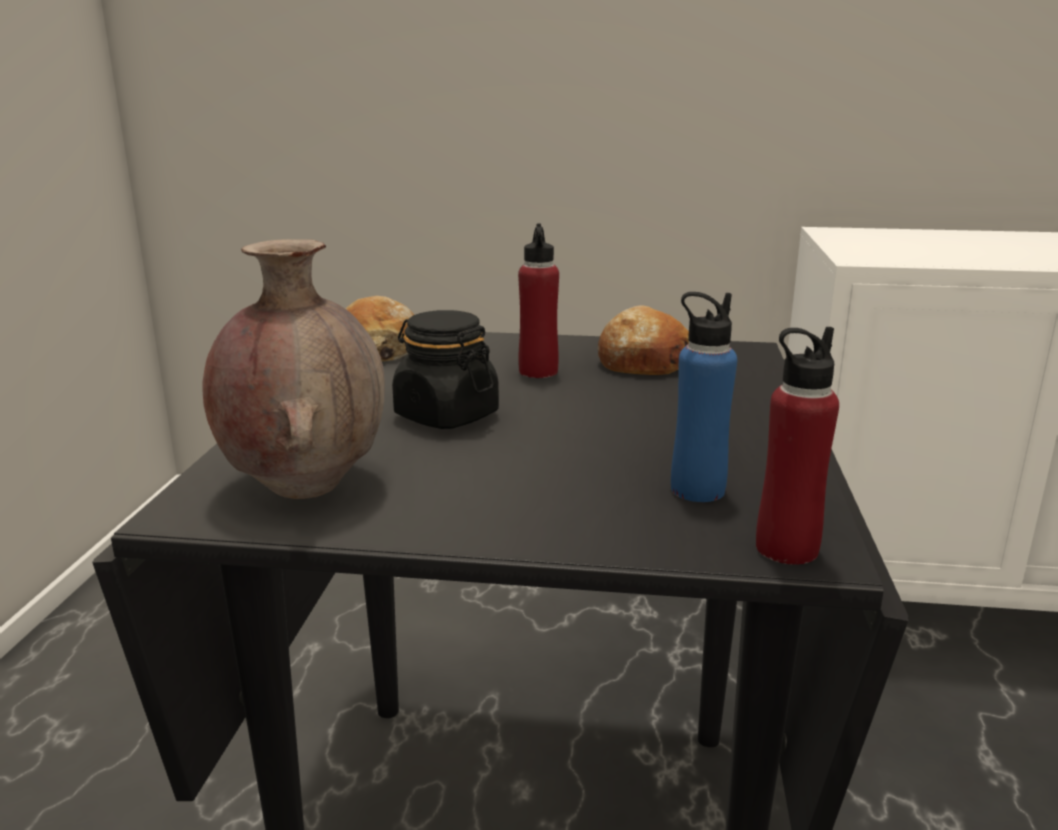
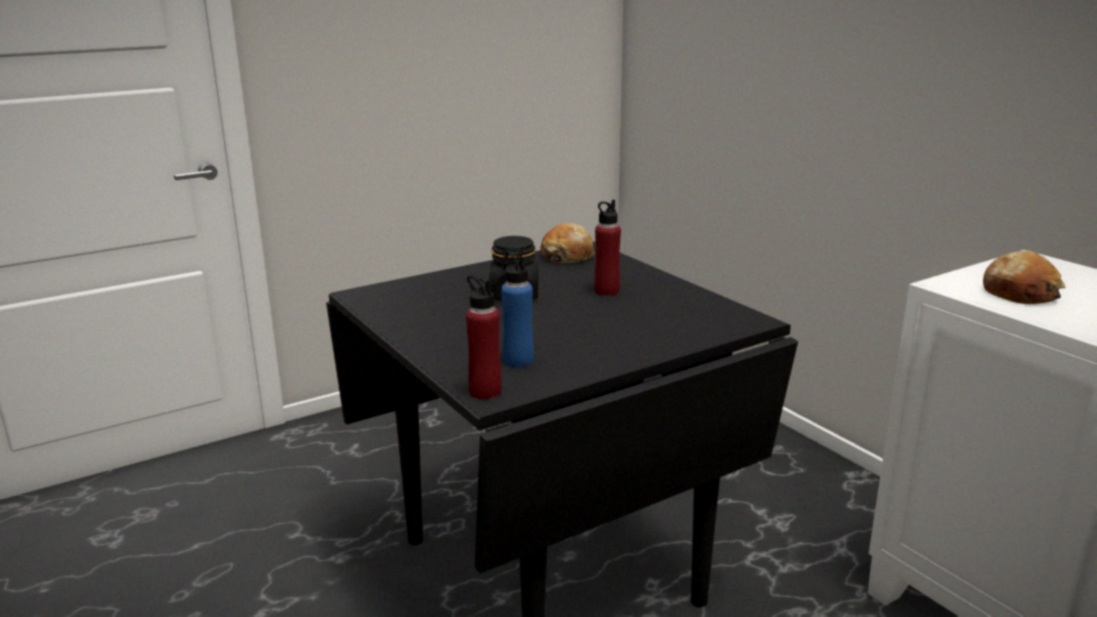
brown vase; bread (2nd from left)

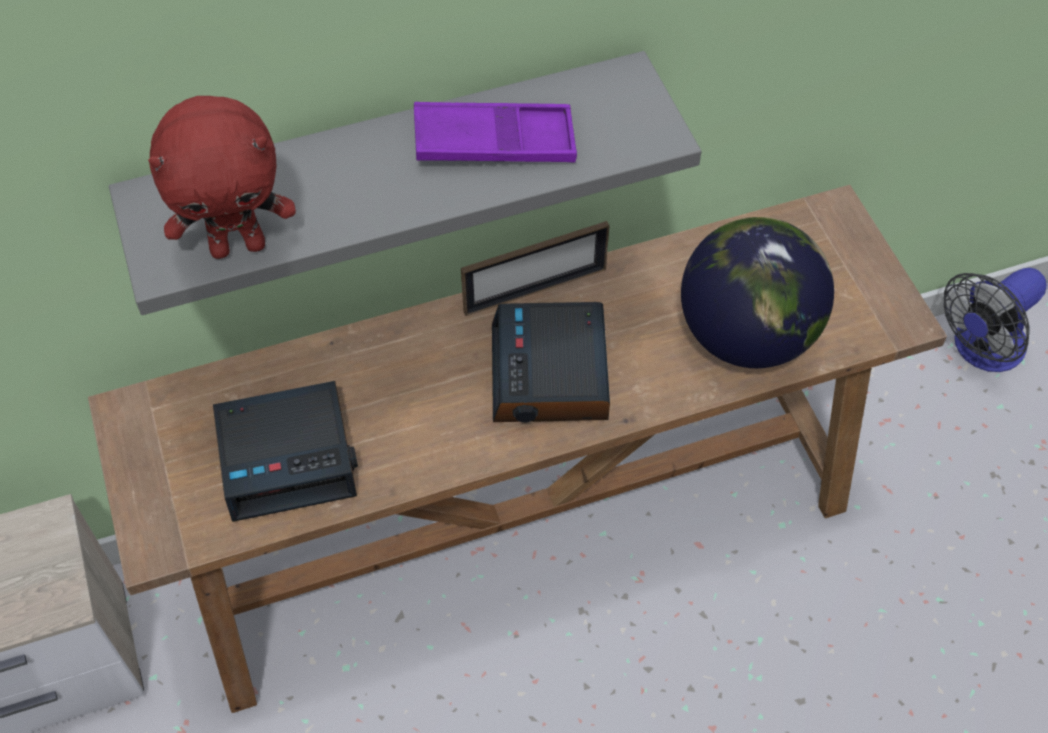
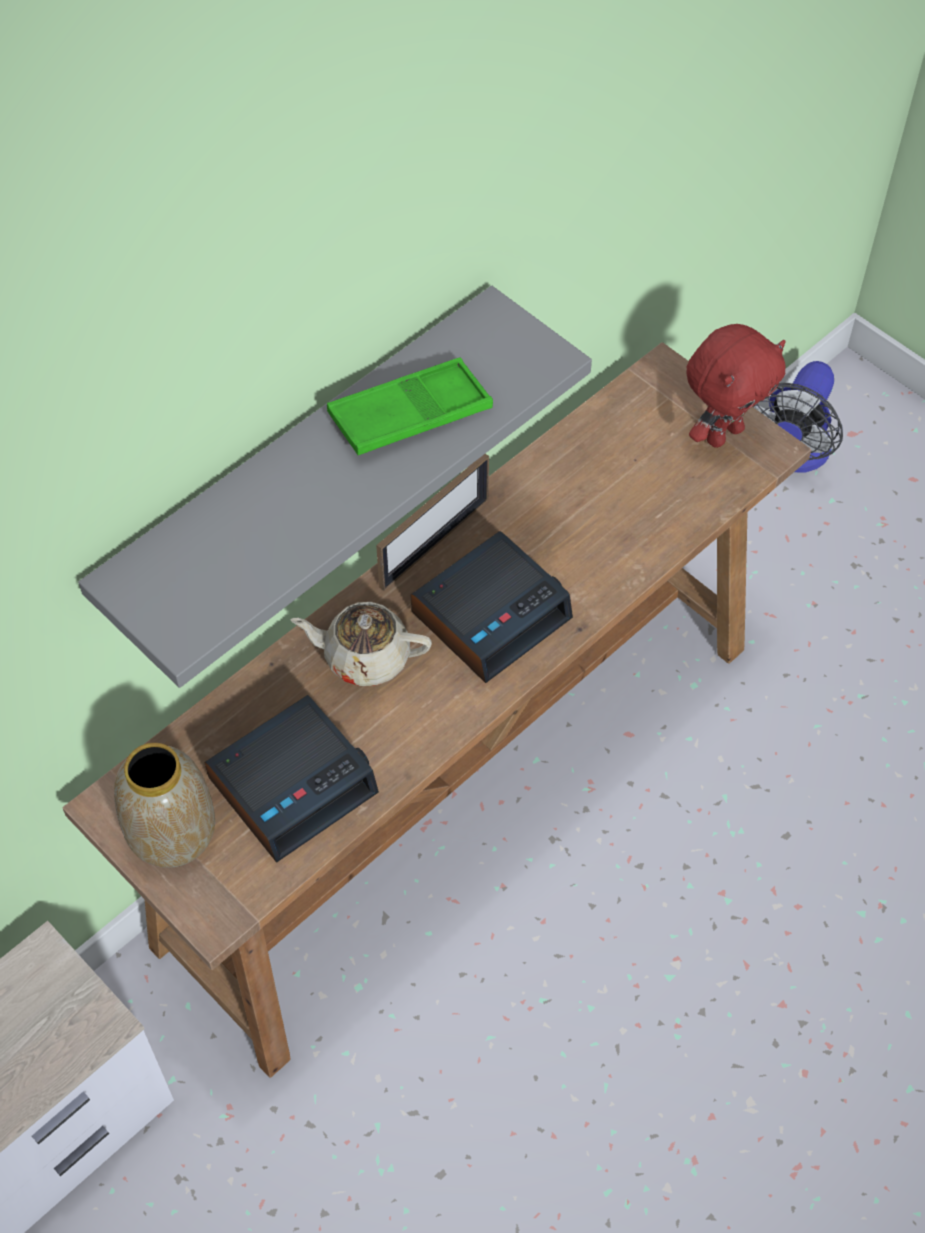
red plush toy; green tray; globe; alarm clock (2nd from left); beige teapot; vase

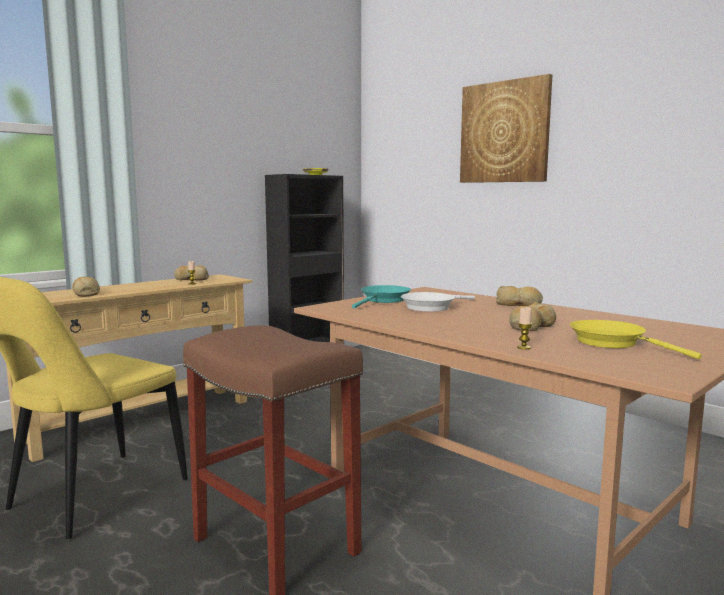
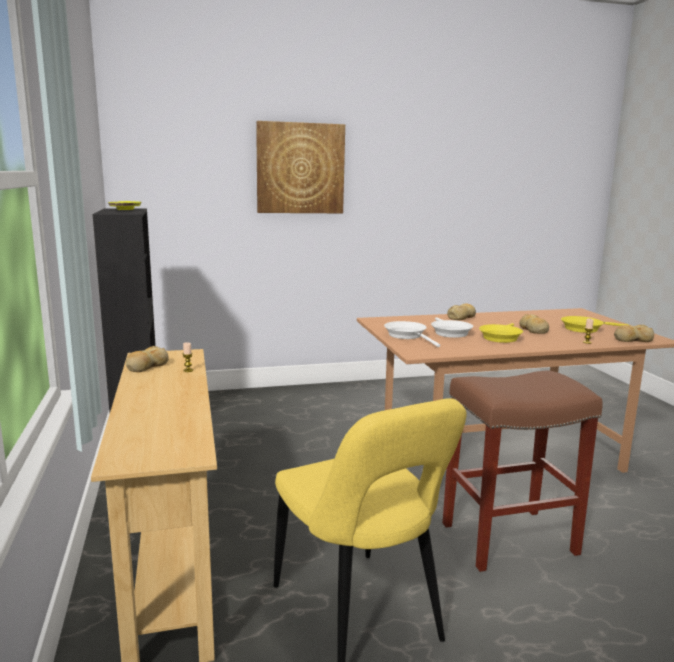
bread (4th from left); white frying pan (1st from left); yellow frying pan (1st from left)

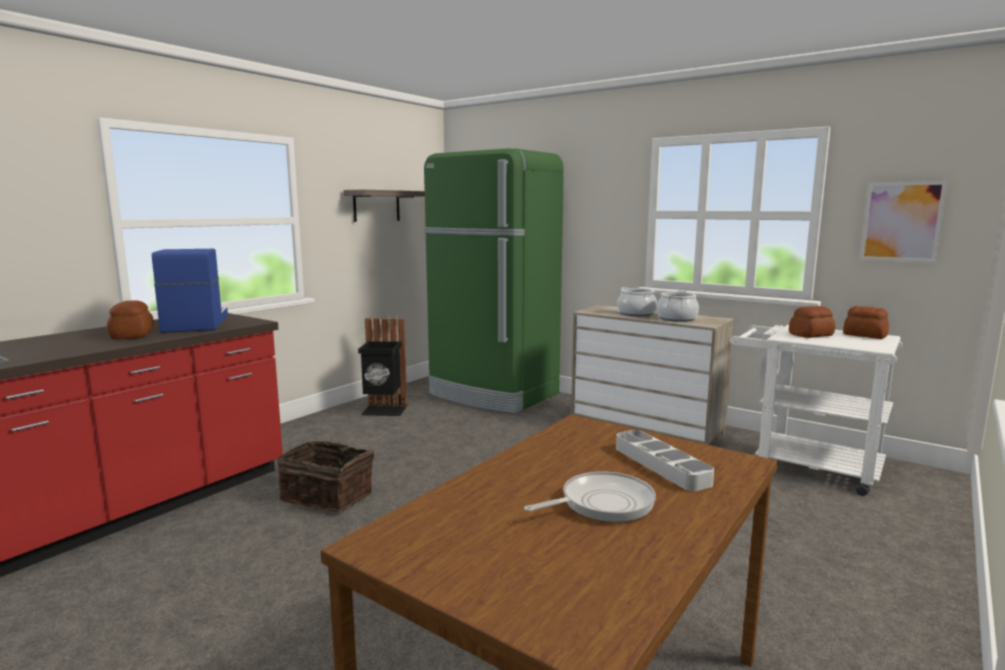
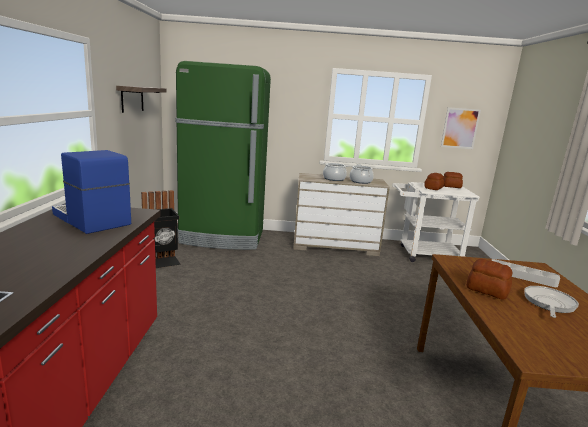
bread (3rd from left); basket

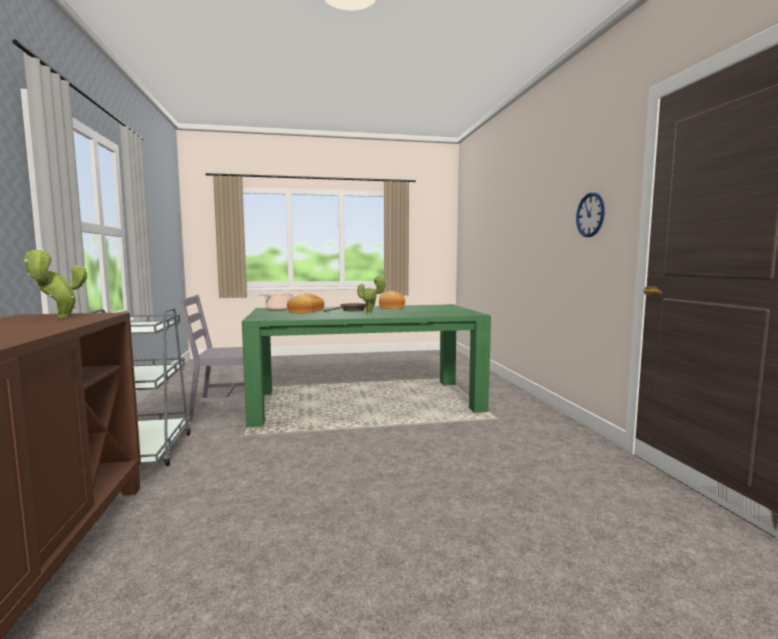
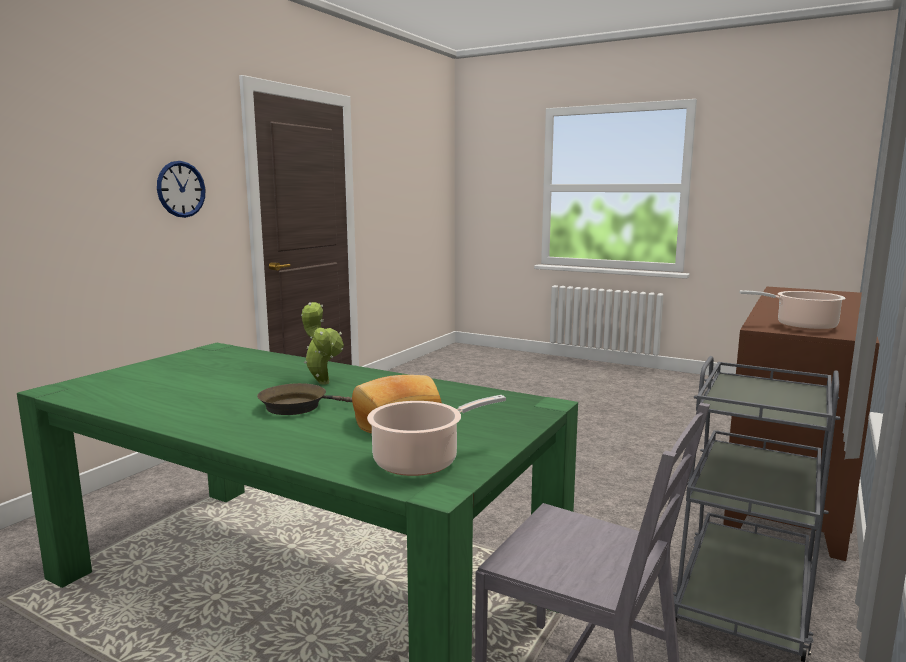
cooking pot (2nd from left); bread (2nd from left in the first image)

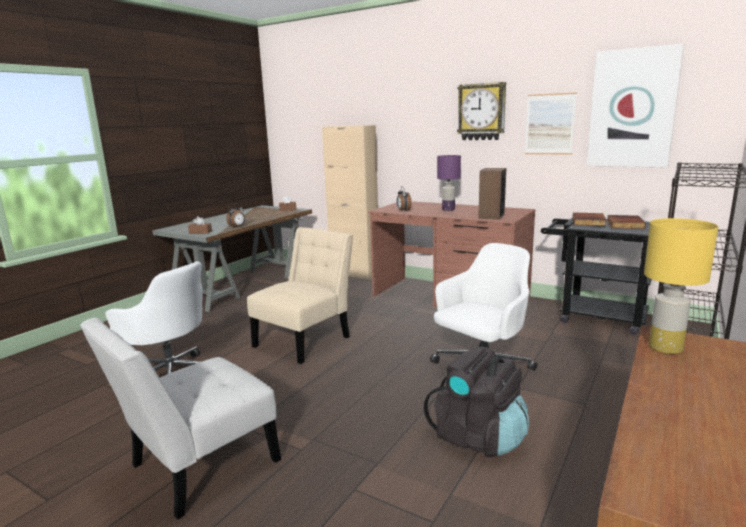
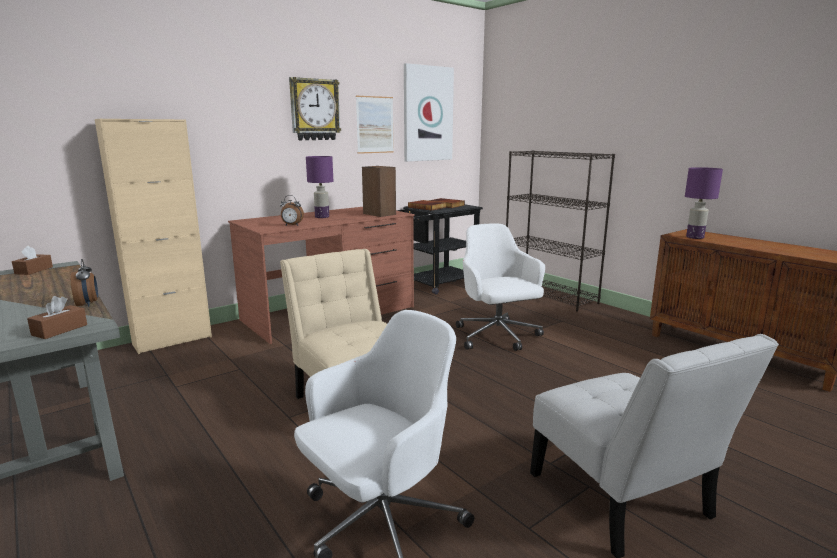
purple table lamp (2nd from left); black backpack

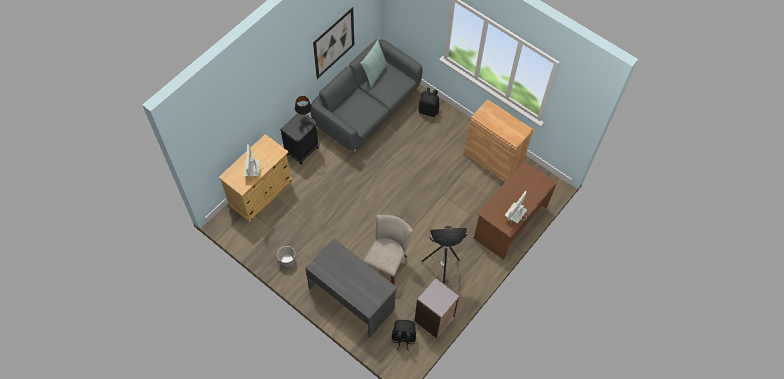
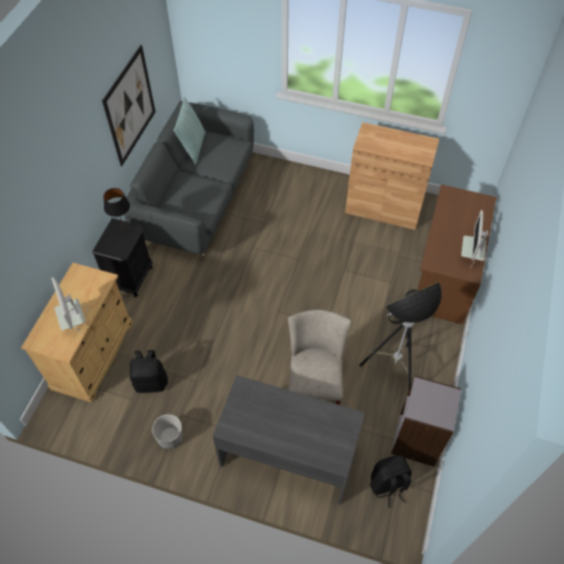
black backpack (1st from left)

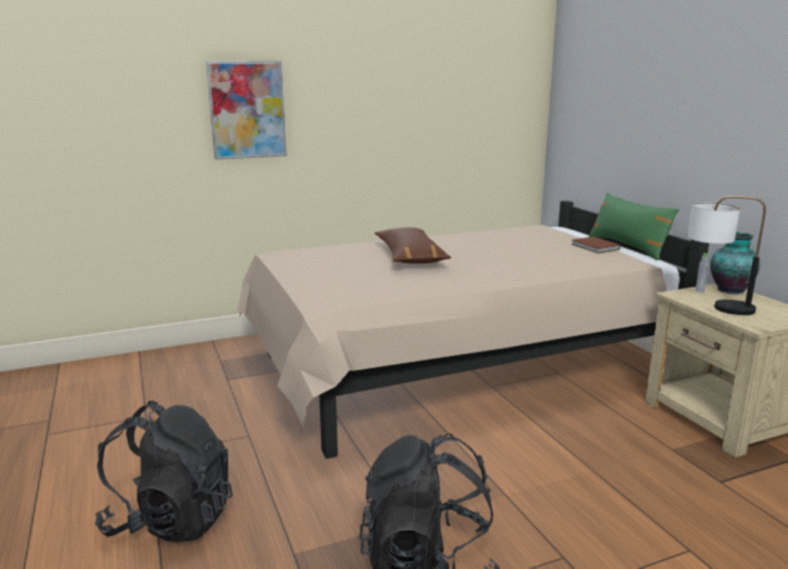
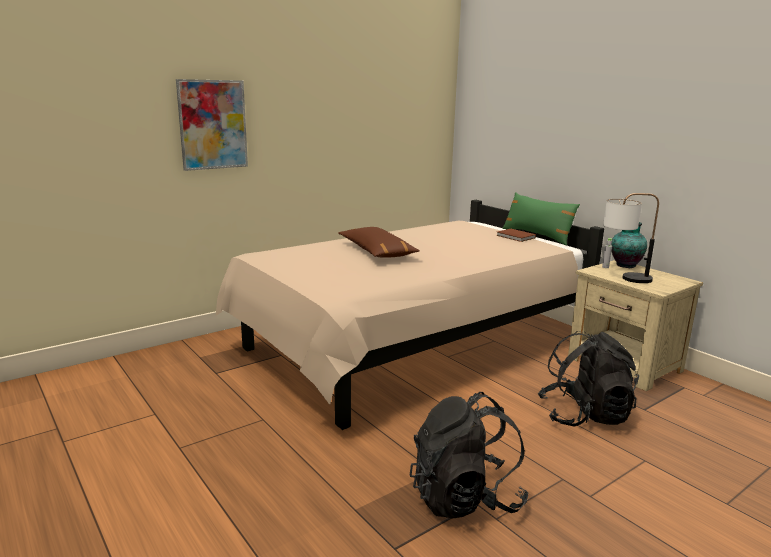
black backpack (2nd from left)

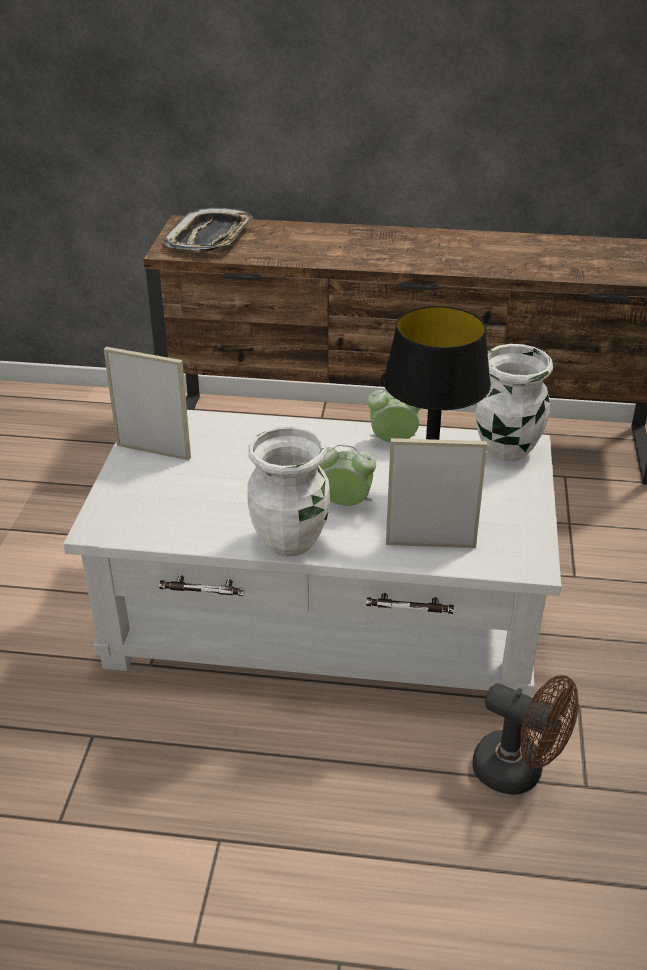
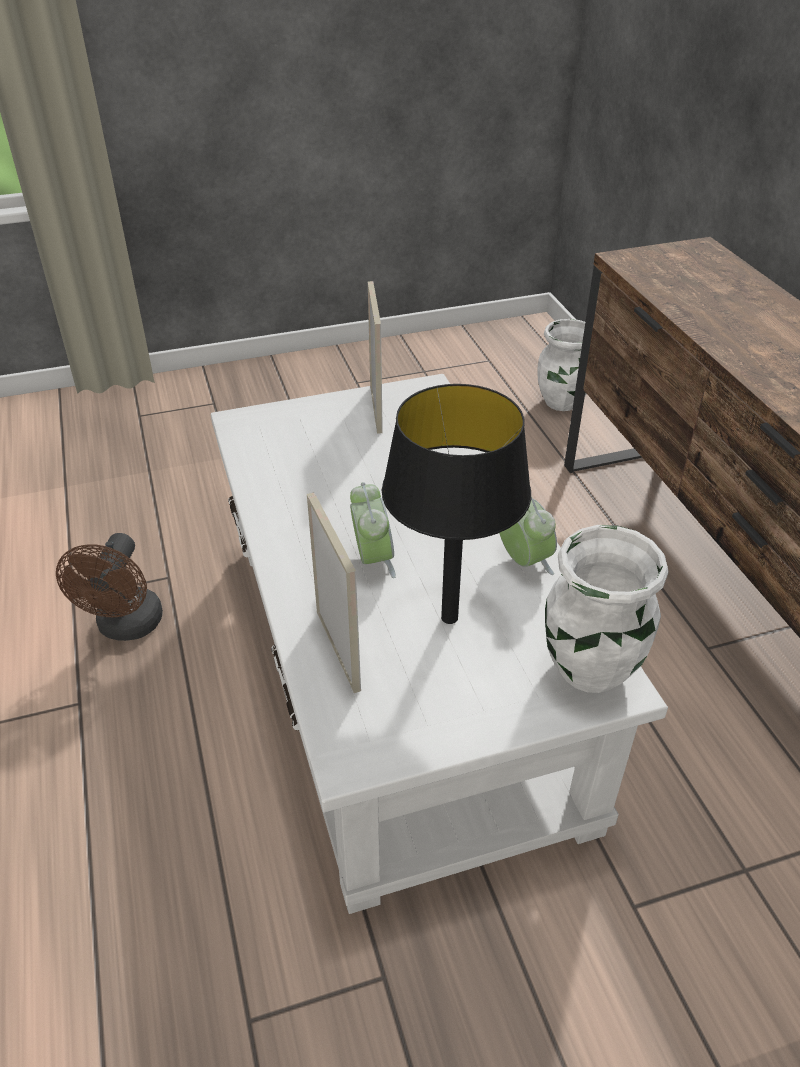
tray; white vase (1st from left); brown fan

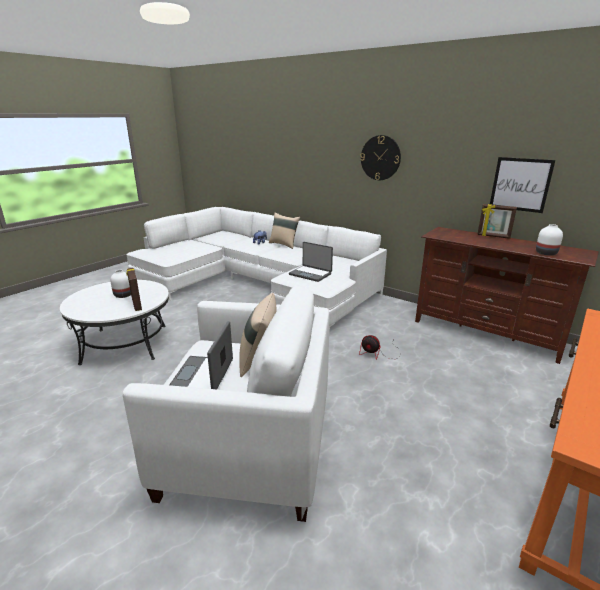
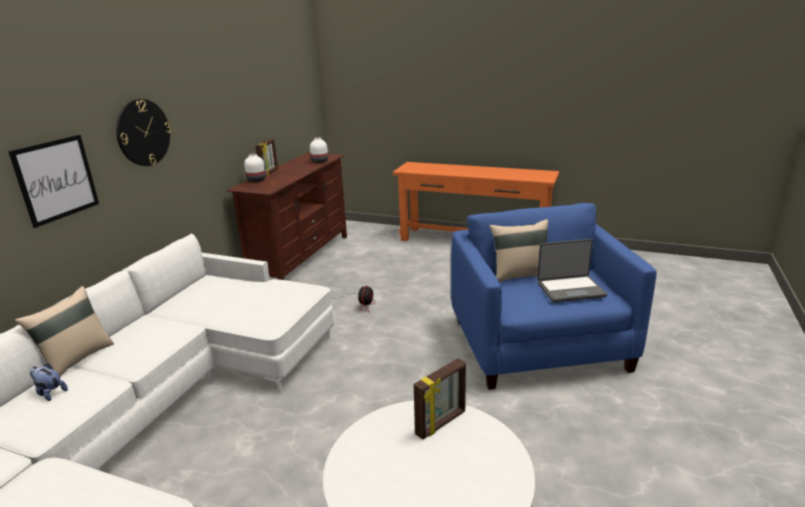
picture; laptop (2nd from left in the first image); white vase (1st from left); blue armchair

